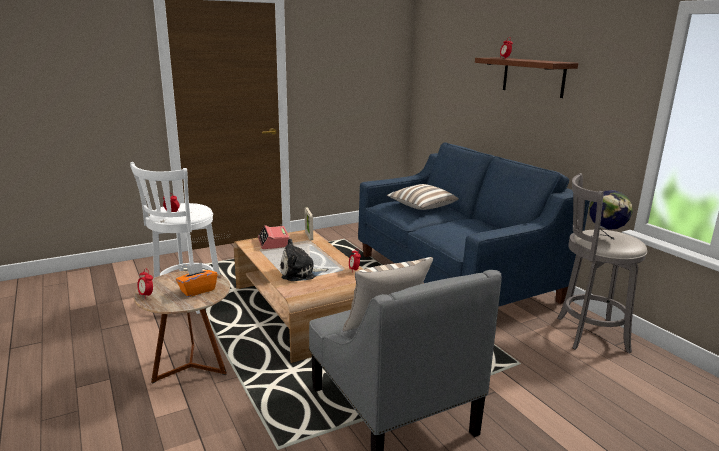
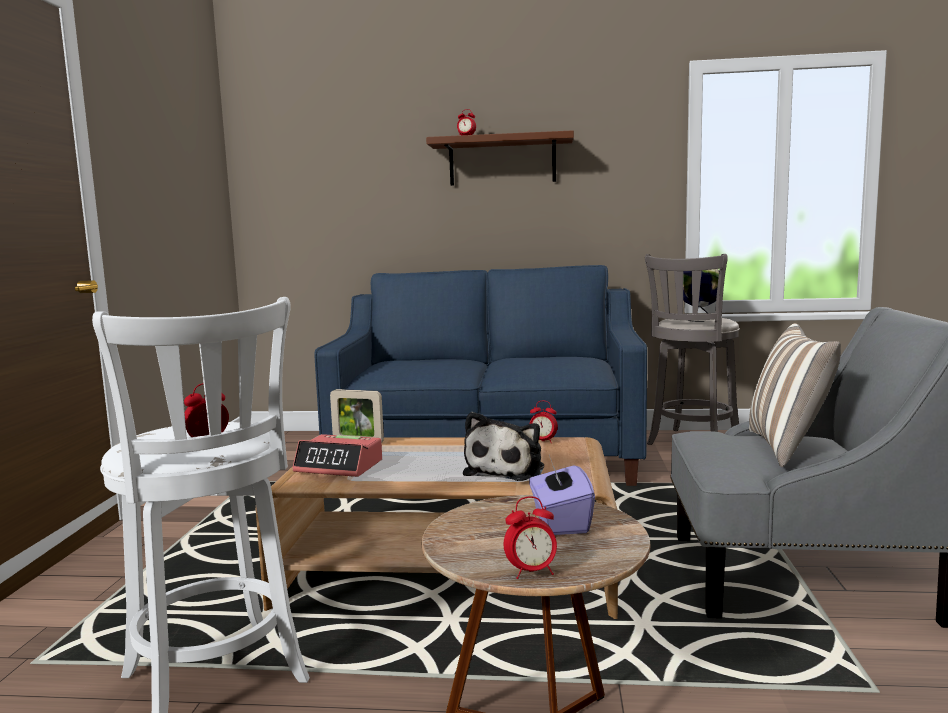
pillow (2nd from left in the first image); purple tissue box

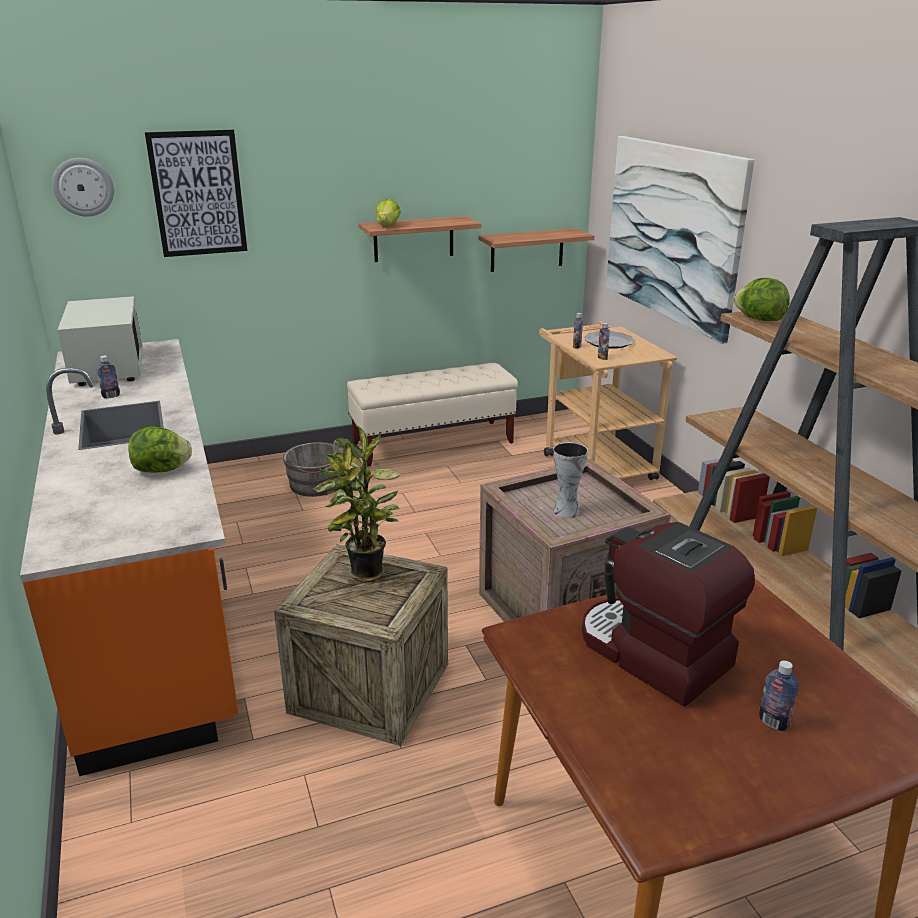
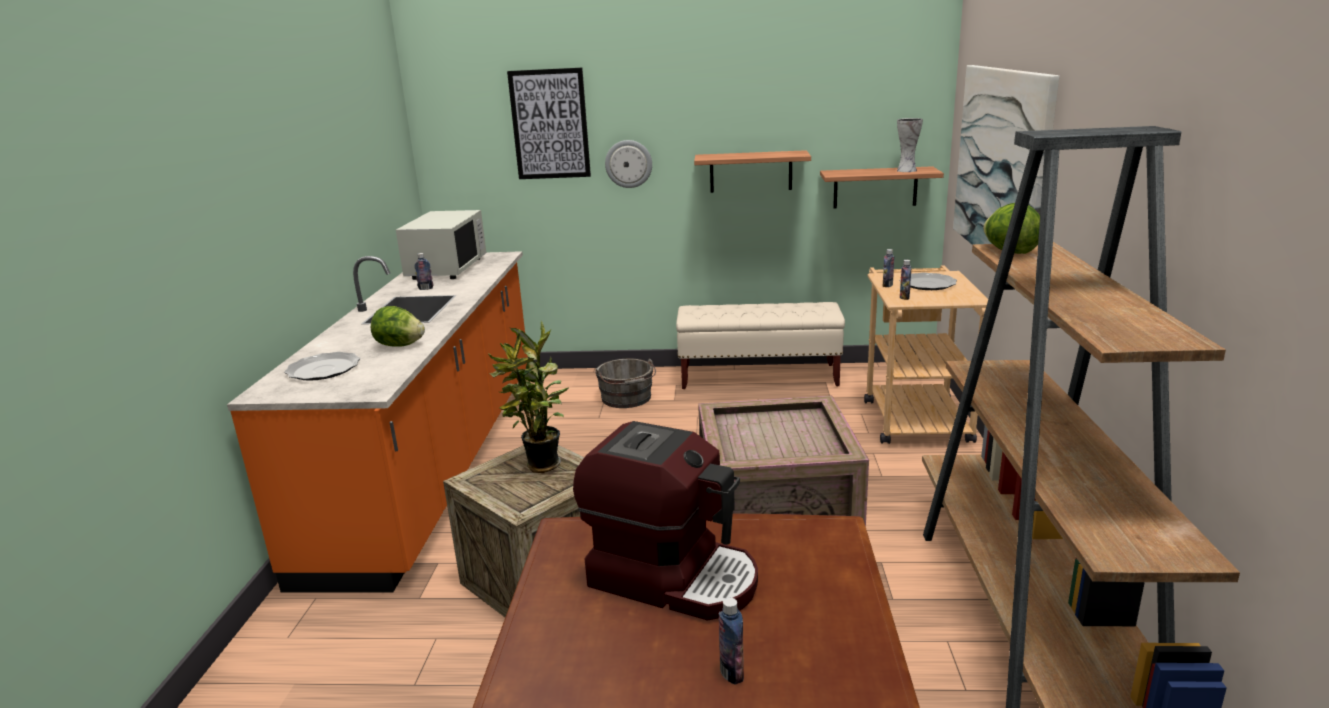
wall clock; lettuce (2nd from left in the first image); vase; coffee machine; plate (1st from left)

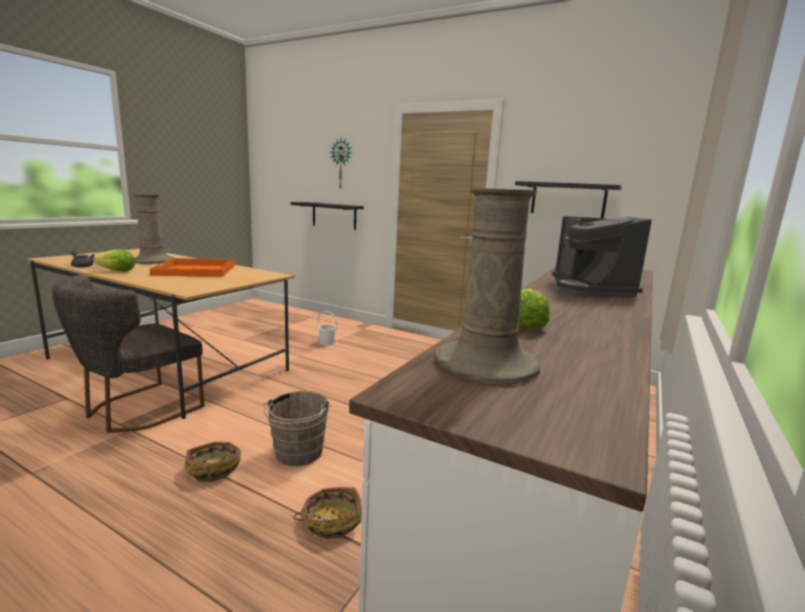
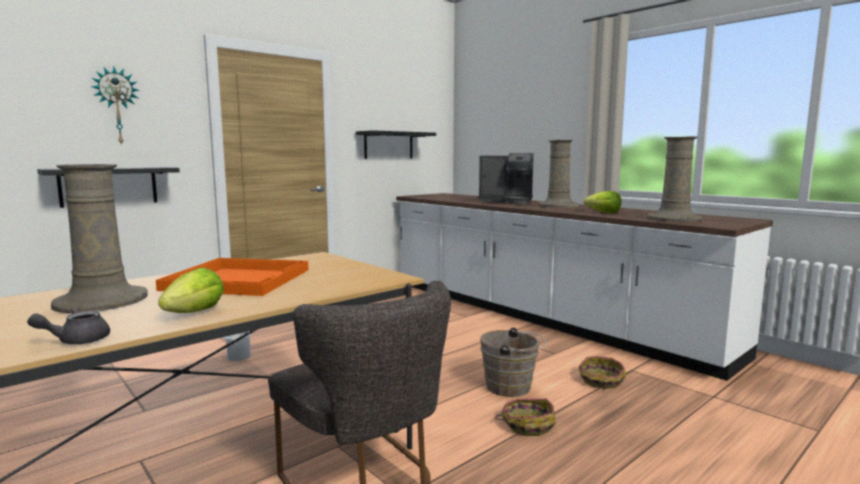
beige vase (2nd from left)

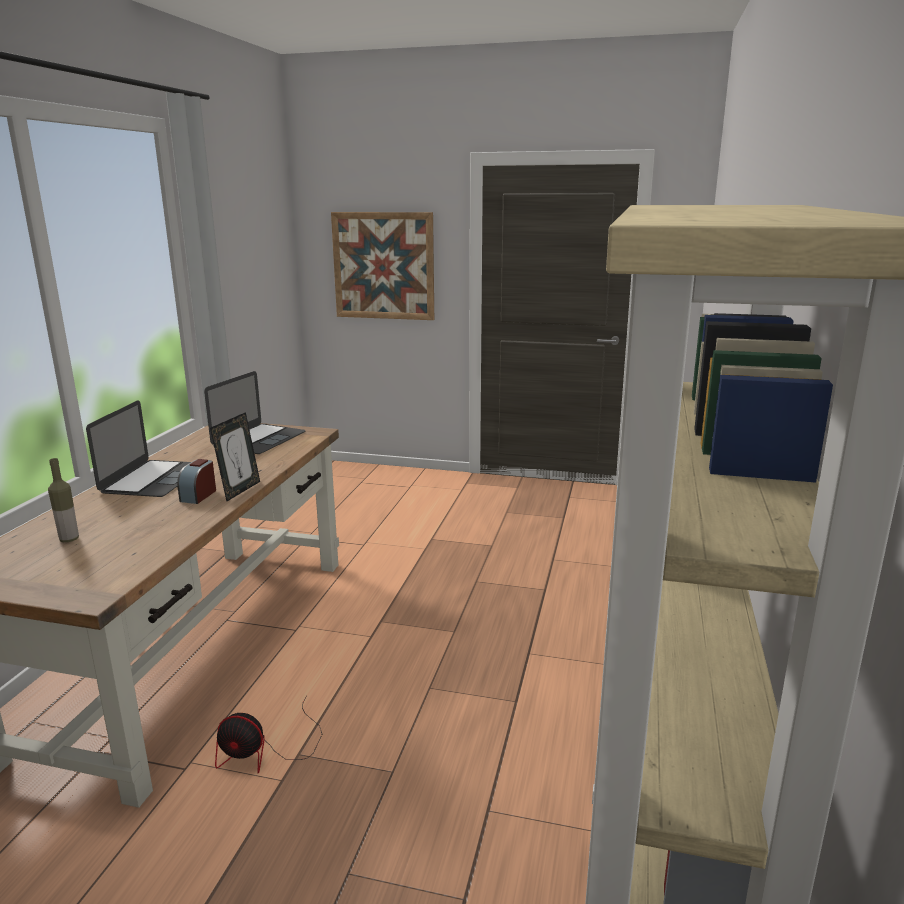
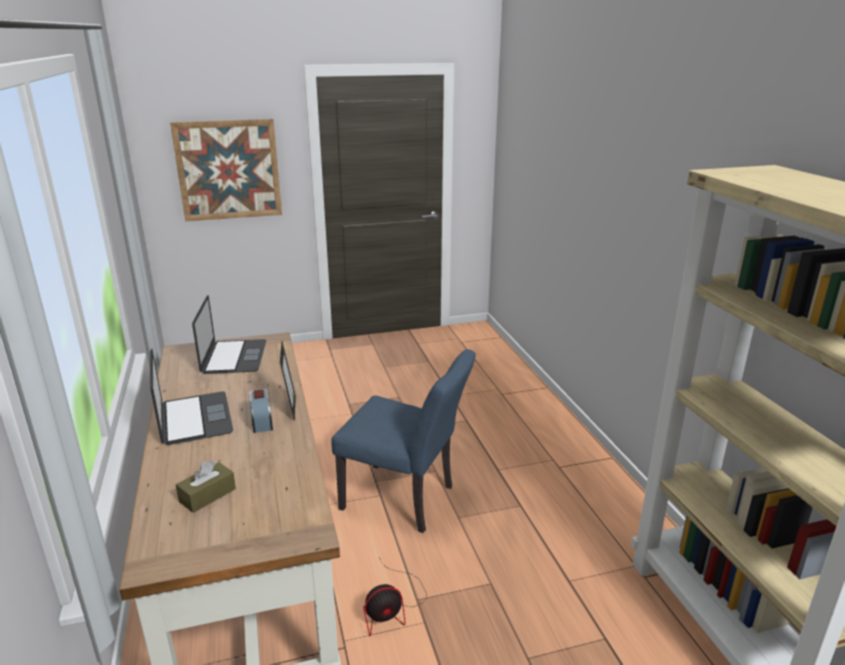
brown tissue box; blue chair

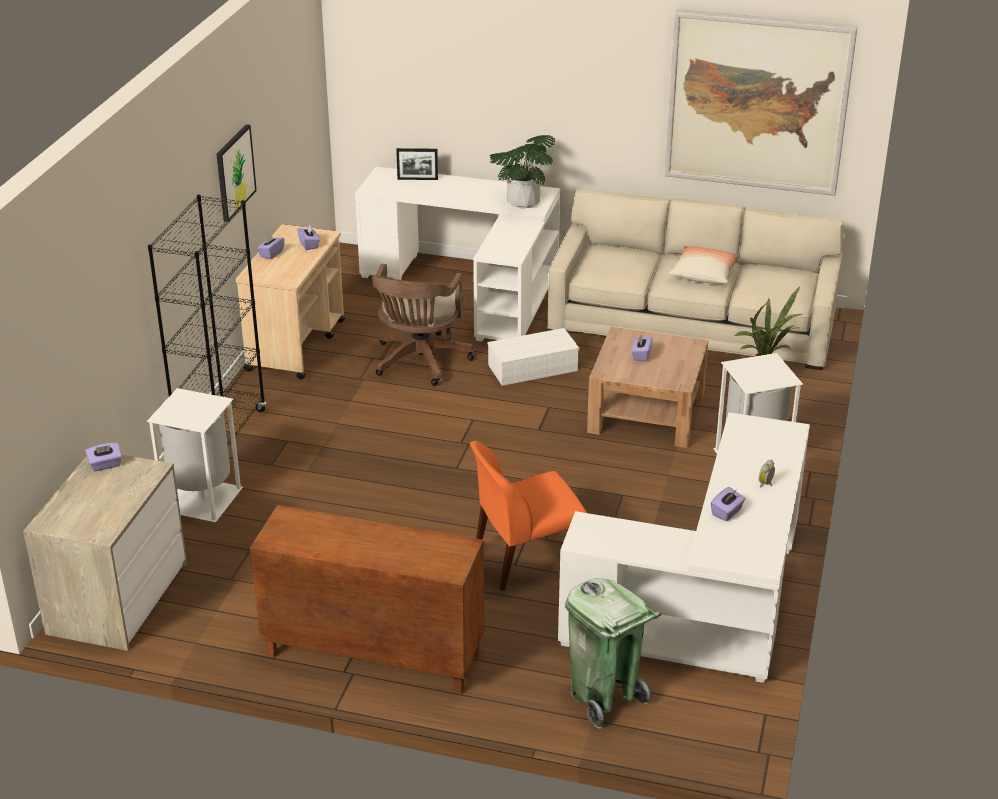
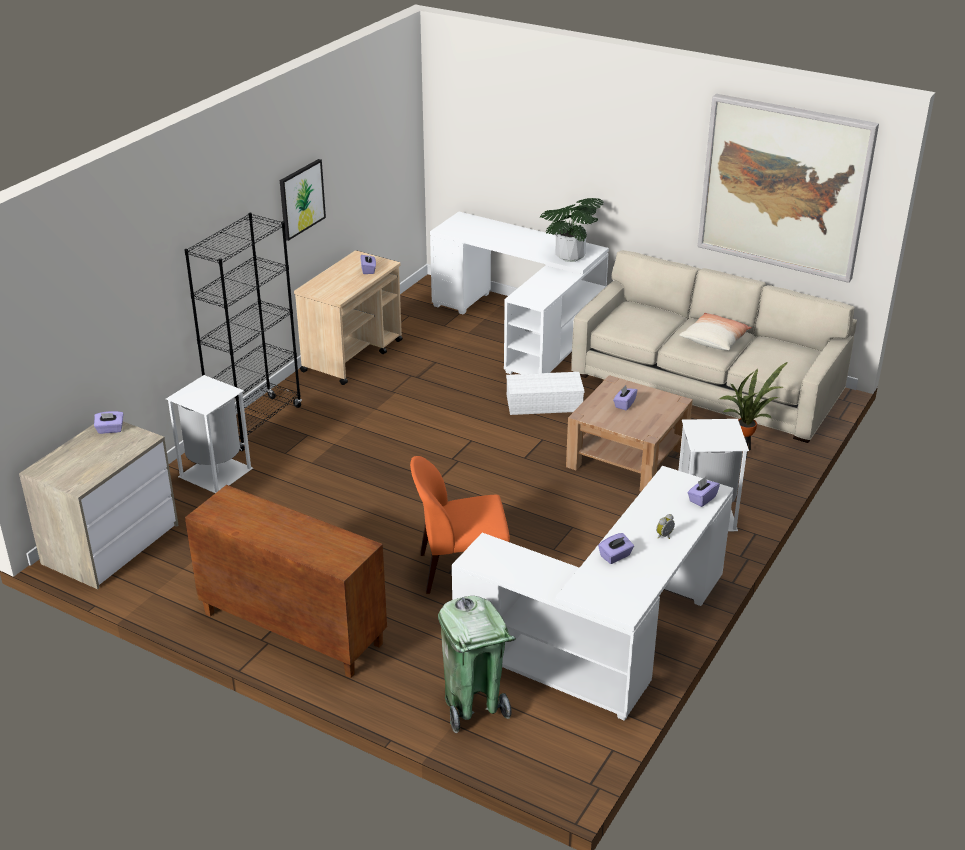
picture frame; purple tissue box (5th from left); brown office chair

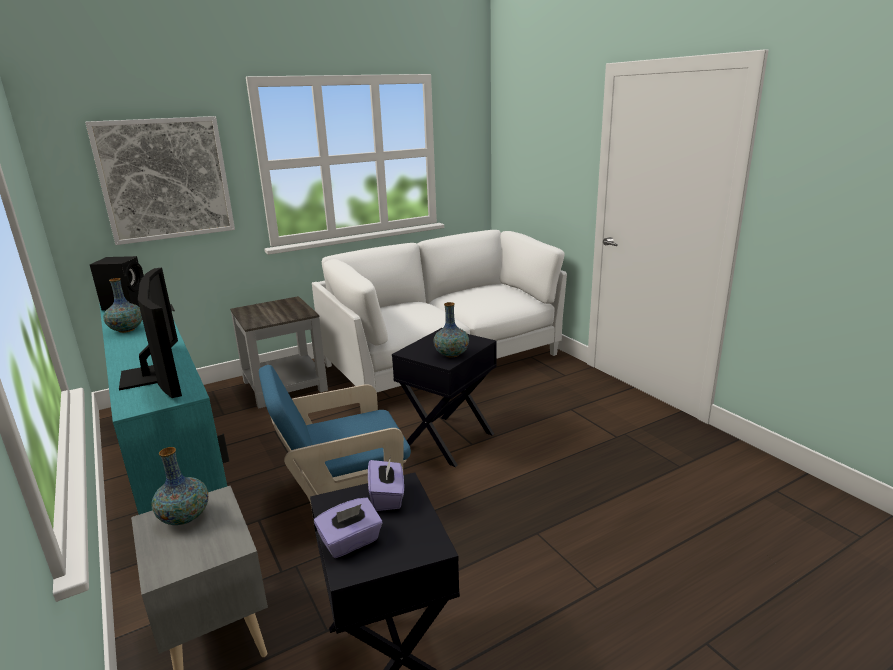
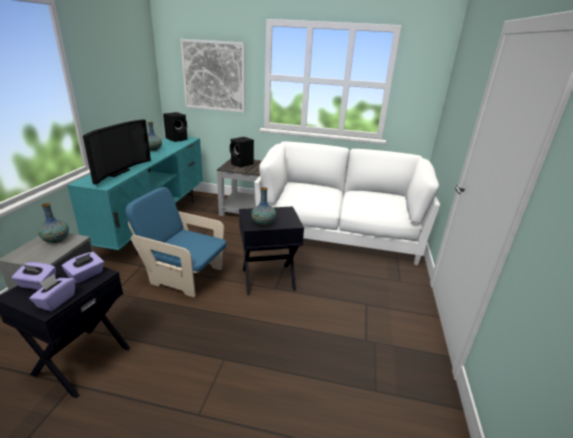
black speaker (2nd from left); purple tissue box (2nd from left)

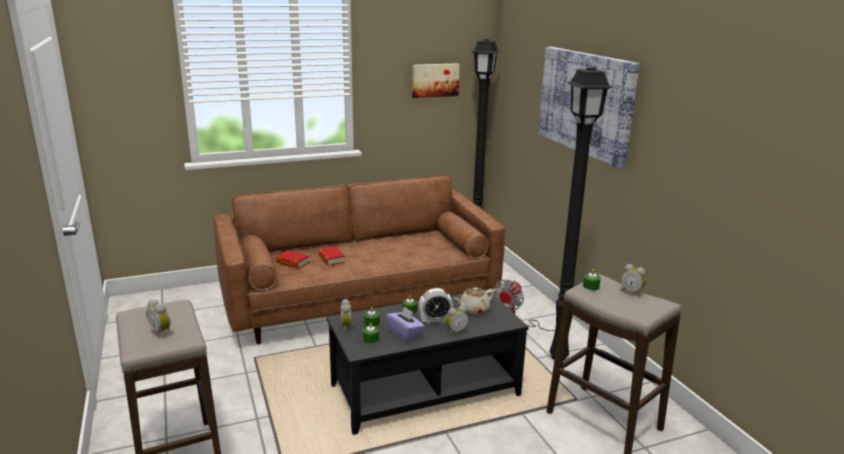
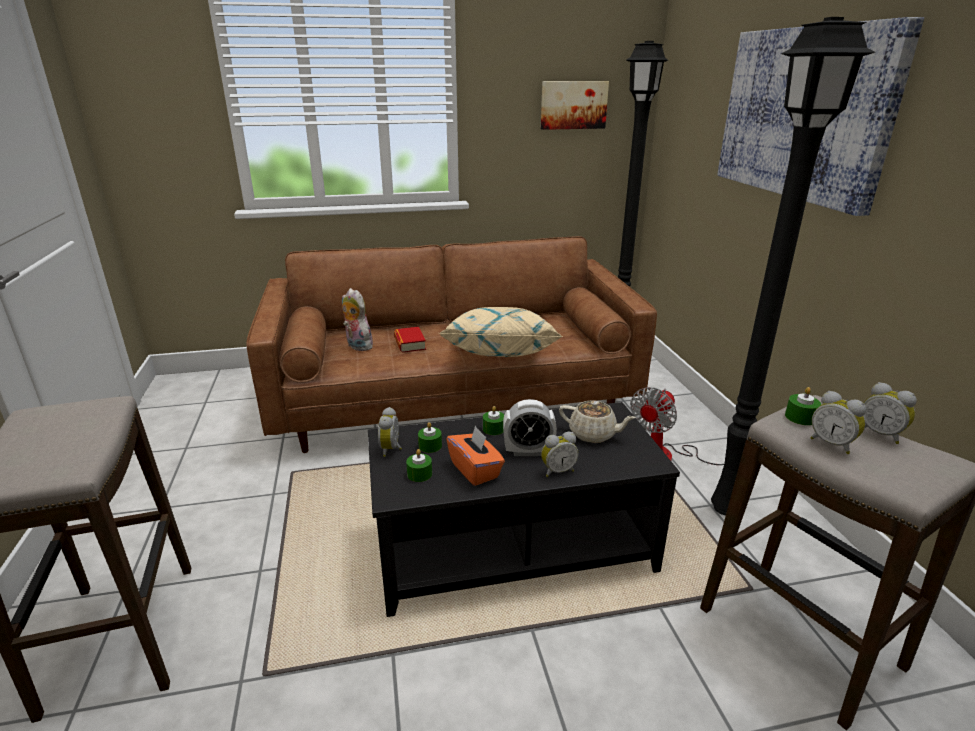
plush toy; beige teapot; alarm clock (4th from left); orange tissue box; beige pillow

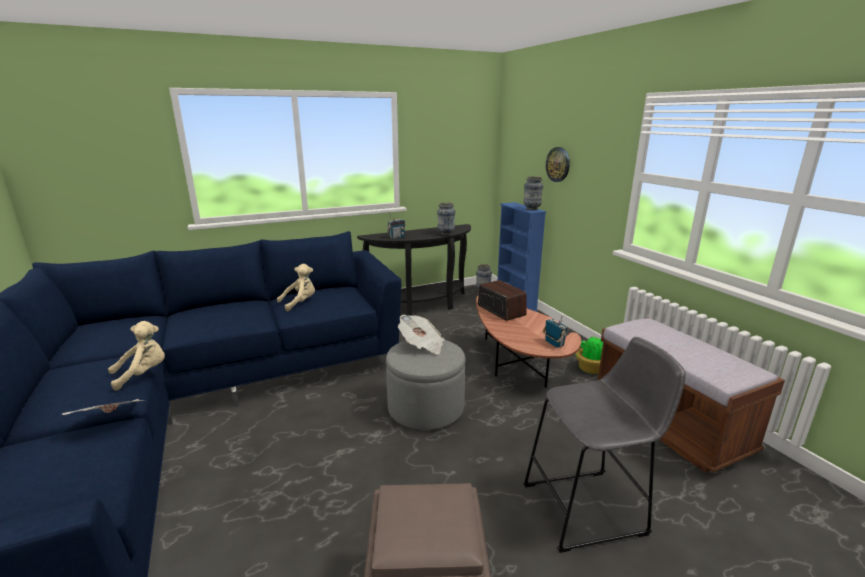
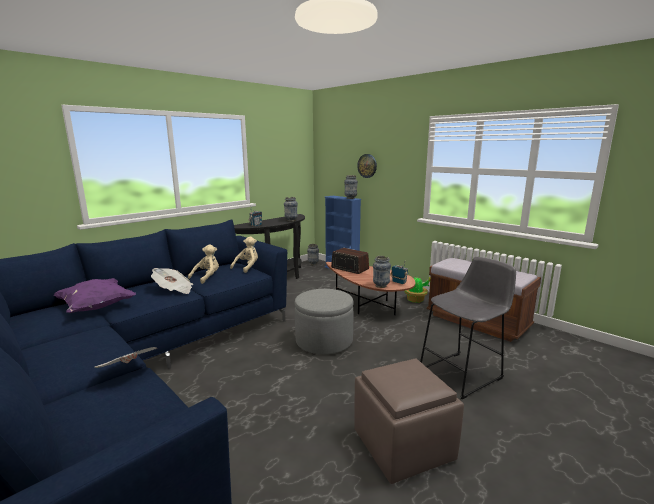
newspaper (2nd from left); beige plush toy (2nd from left); vase (4th from left); purple pillow

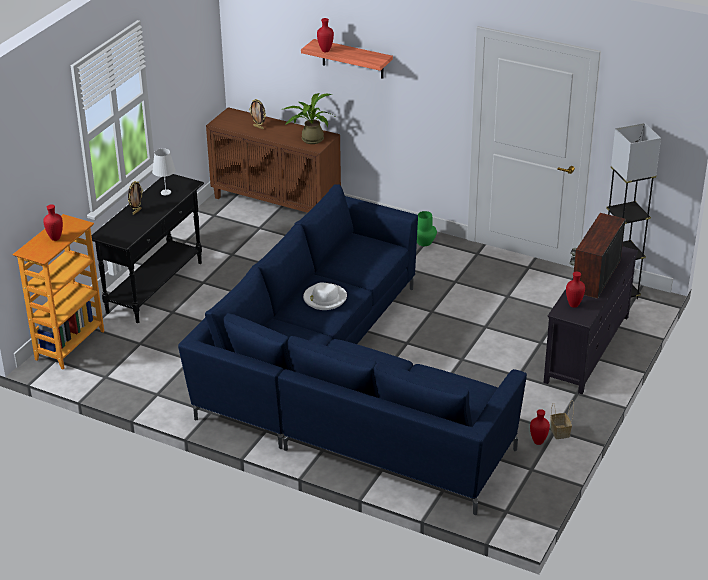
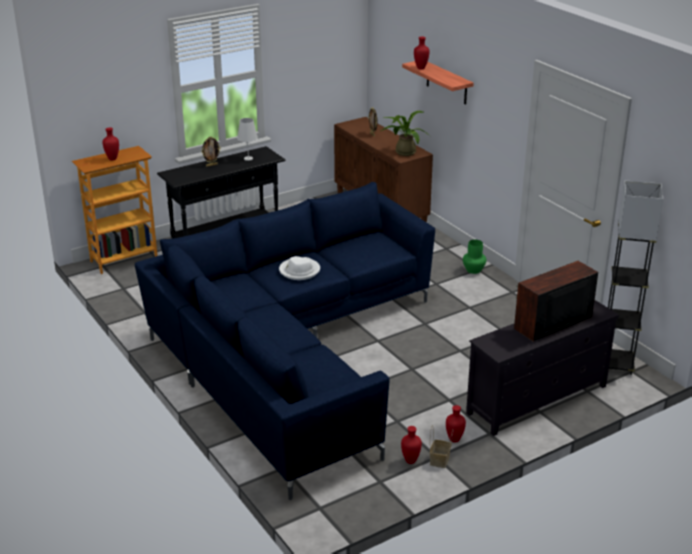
red vase (4th from left)

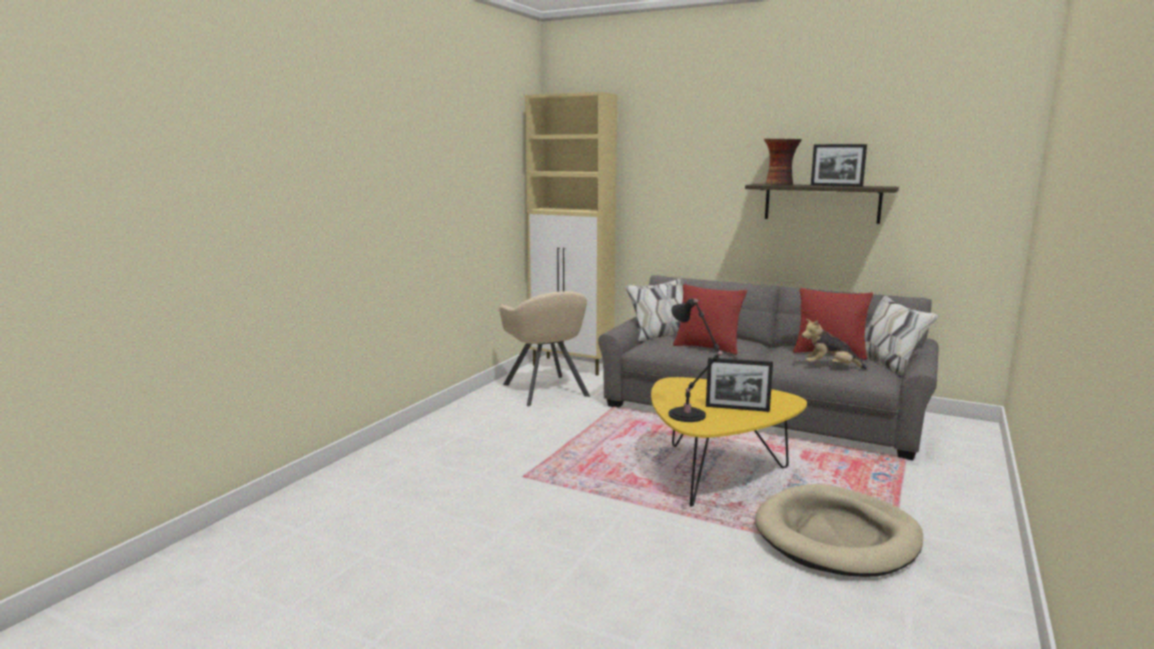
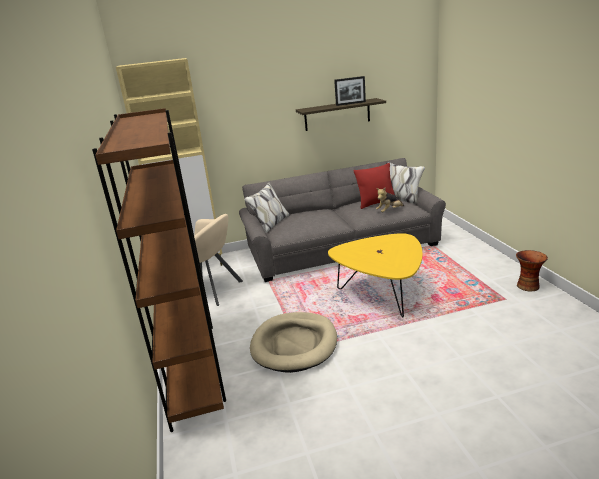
vase; red pillow (1st from left in the first image); black table lamp; picture frame (1st from left in the first image); beige dog bed; brown bookcase

